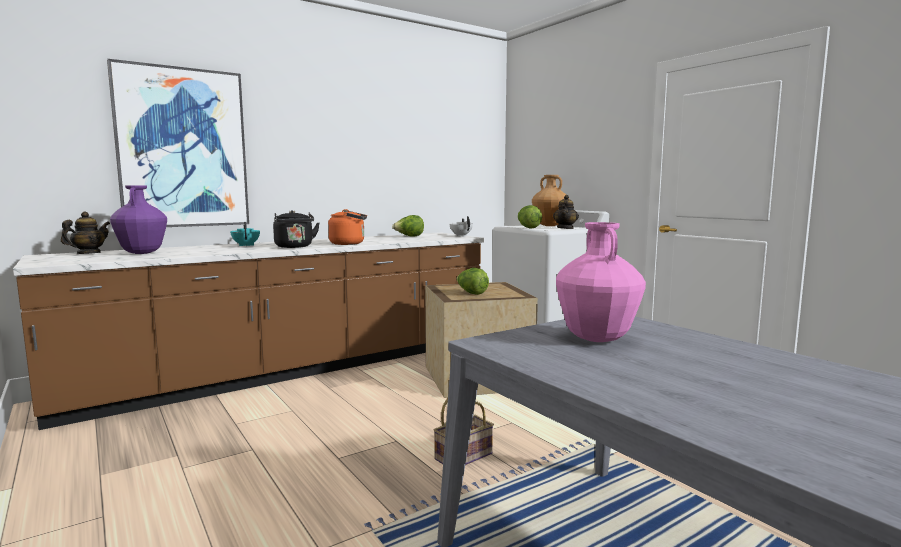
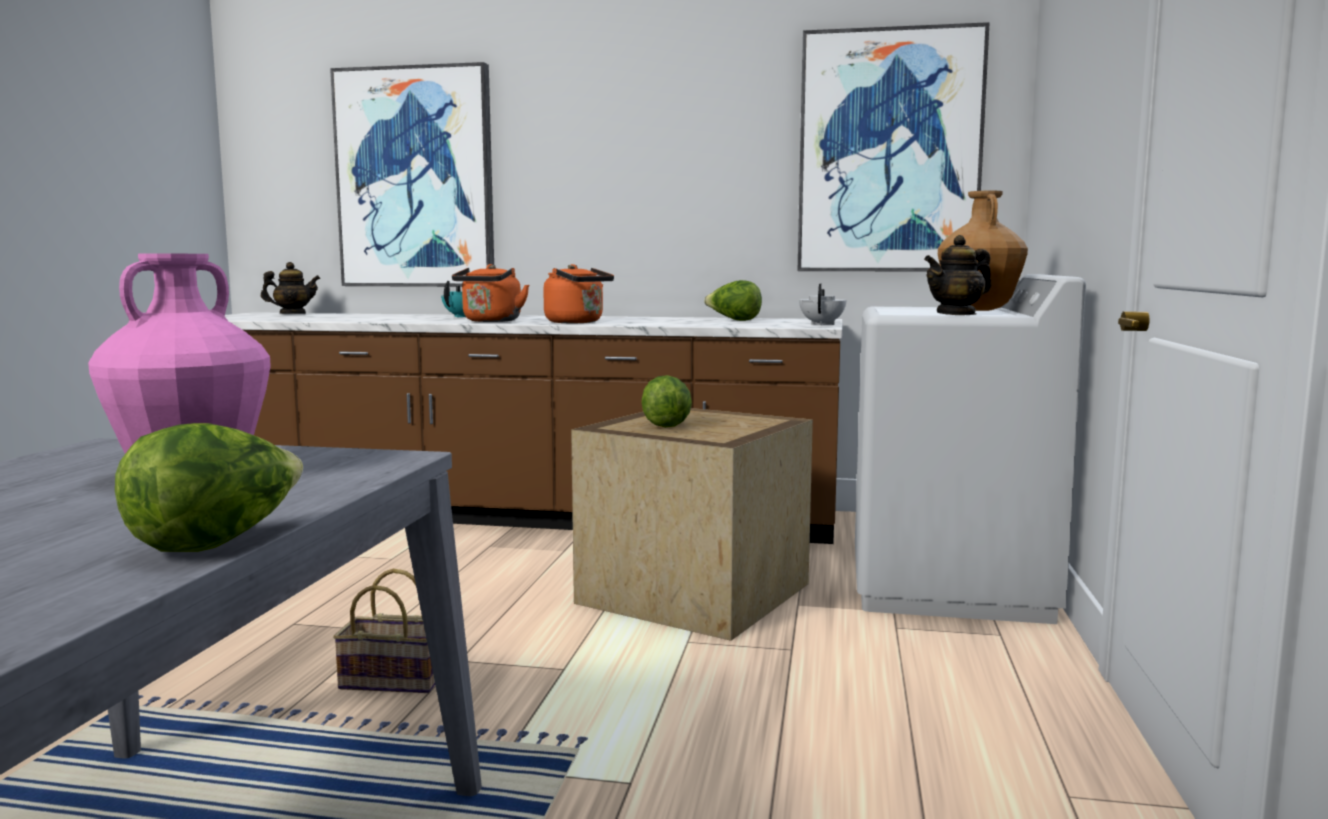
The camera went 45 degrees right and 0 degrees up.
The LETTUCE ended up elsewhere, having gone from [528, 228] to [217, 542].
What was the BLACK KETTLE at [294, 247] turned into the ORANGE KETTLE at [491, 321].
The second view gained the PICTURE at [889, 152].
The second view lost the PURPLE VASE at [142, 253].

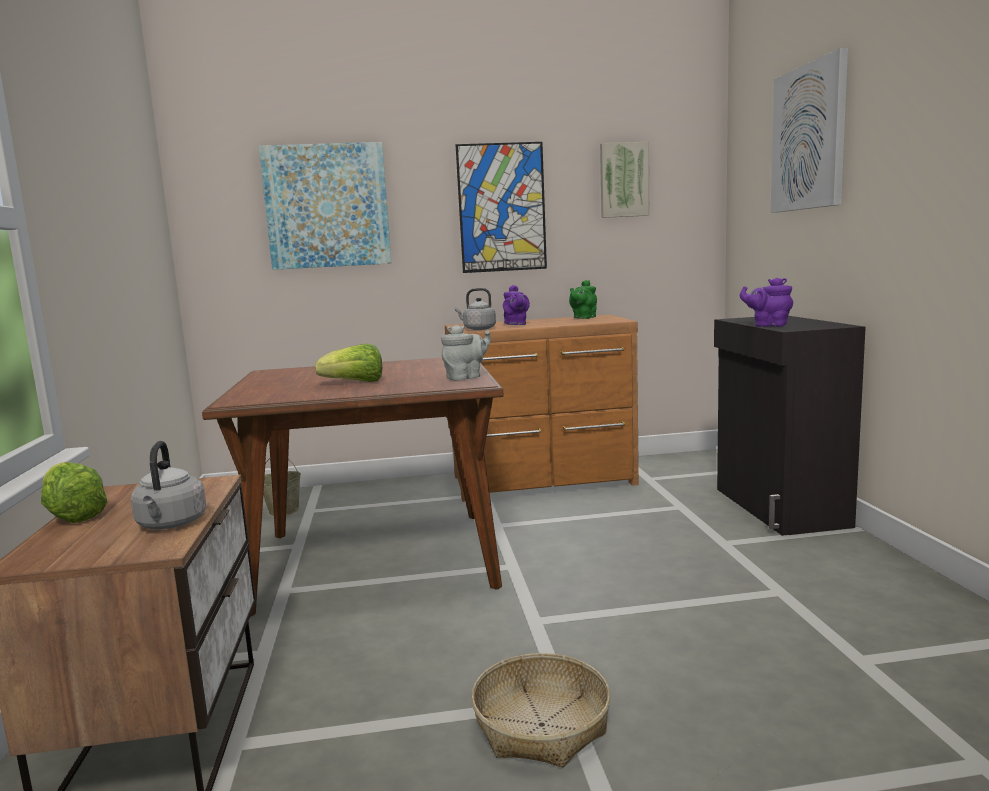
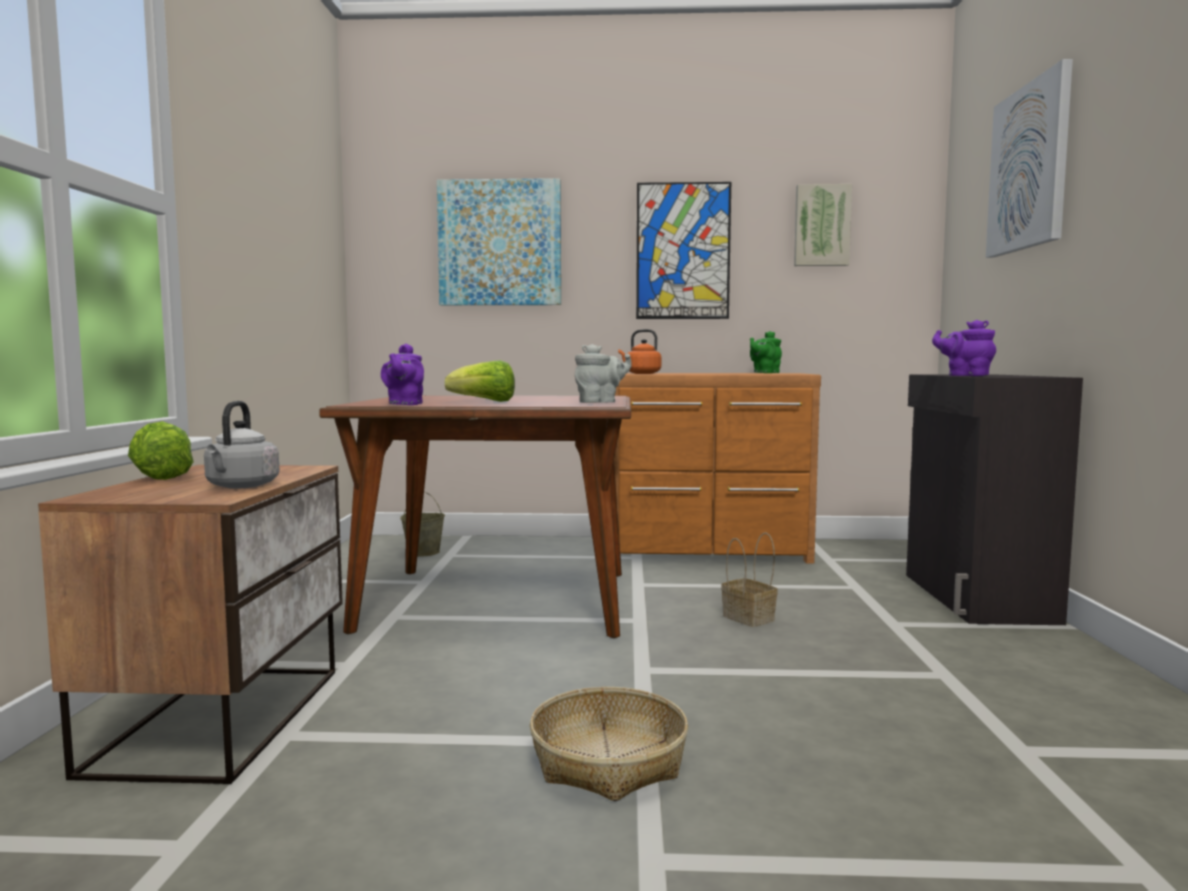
The camera went 10 degrees right and 5 degrees down.
The PURPLE TEAPOT ended up elsewhere, having gone from [515, 324] to [404, 404].
What was the GREY KETTLE at [477, 329] turned into the ORANGE KETTLE at [641, 373].
The second view gained the BASKET at [750, 618].

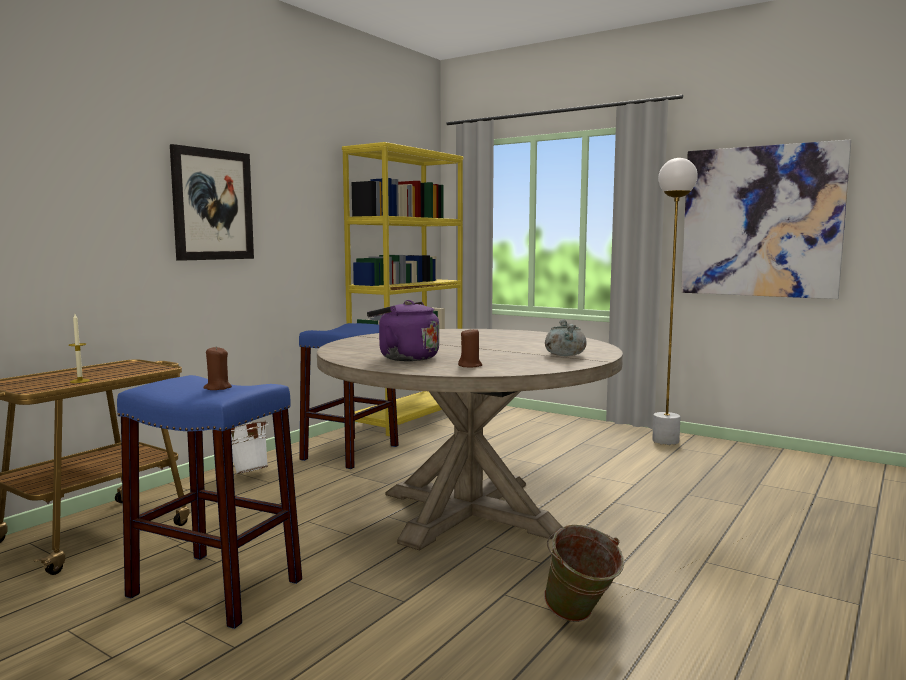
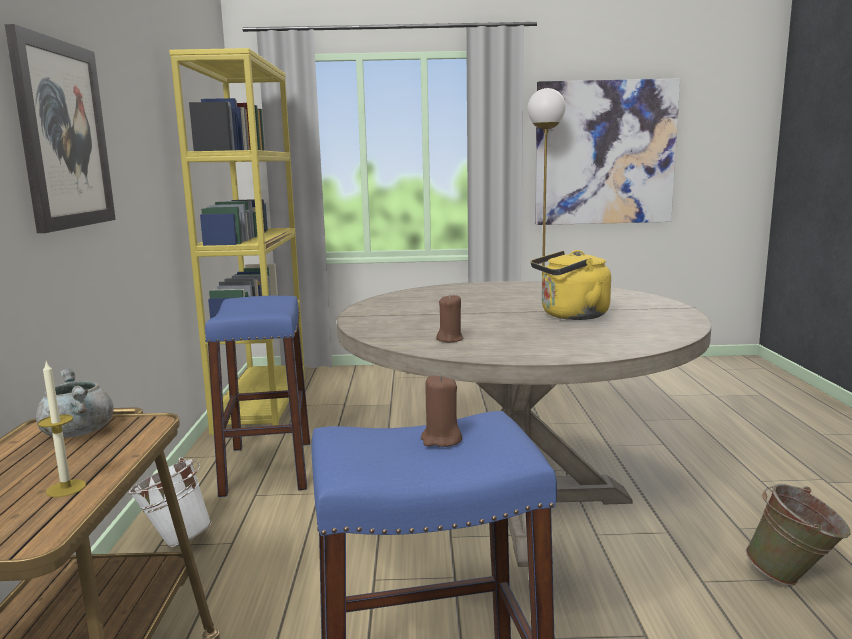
The camera went 35 degrees left and 5 degrees up.
The GREY COOKING POT ended up elsewhere, having gone from [564, 355] to [77, 432].
The BROWN CANDLE ended up elsewhere, having gone from [470, 366] to [450, 339].
The second view gained the YELLOW KETTLE at [570, 316].
The second view lost the PURPLE KETTLE at [404, 358].

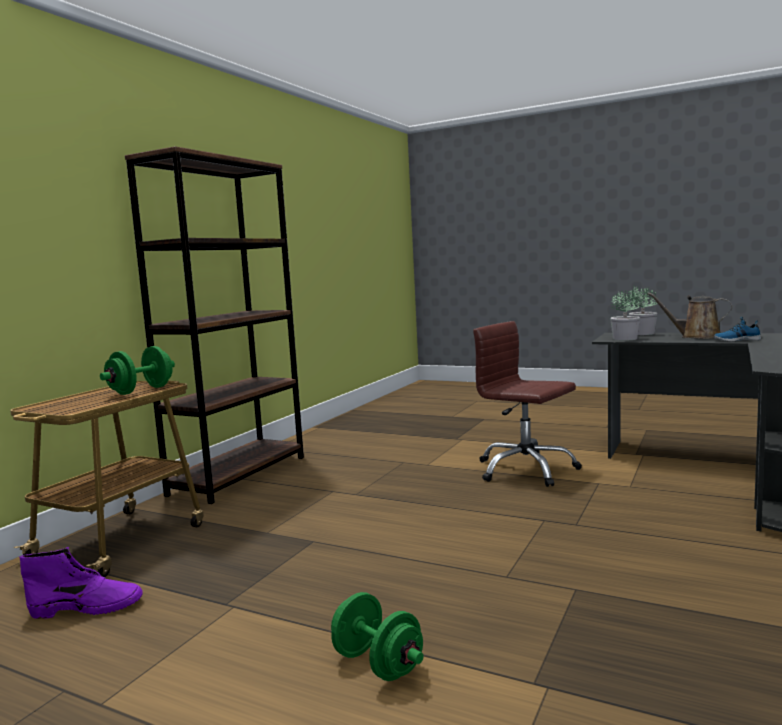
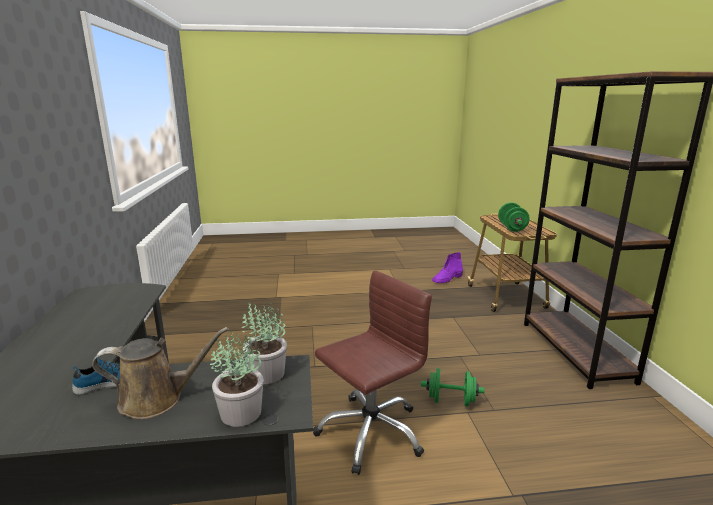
The camera went 145 degrees right and 10 degrees up.
The BROWN OFFICE CHAIR at [525, 470] ended up facing another way, 45 degrees counterclockwise from before.
The GREEN DUMBBELL ended up elsewhere, having gone from [377, 664] to [451, 400].

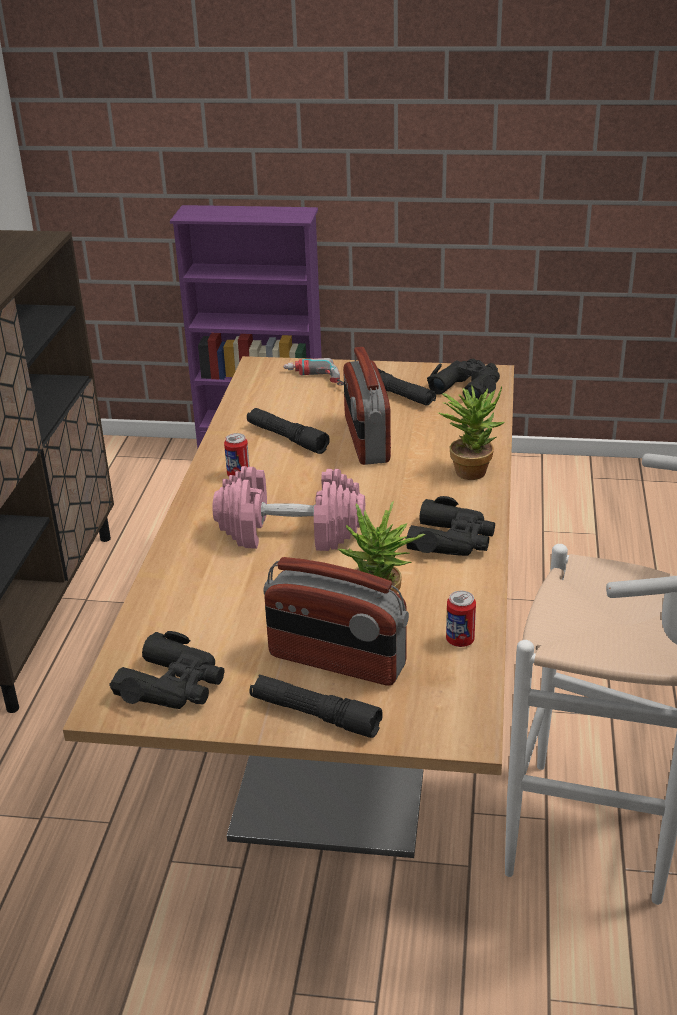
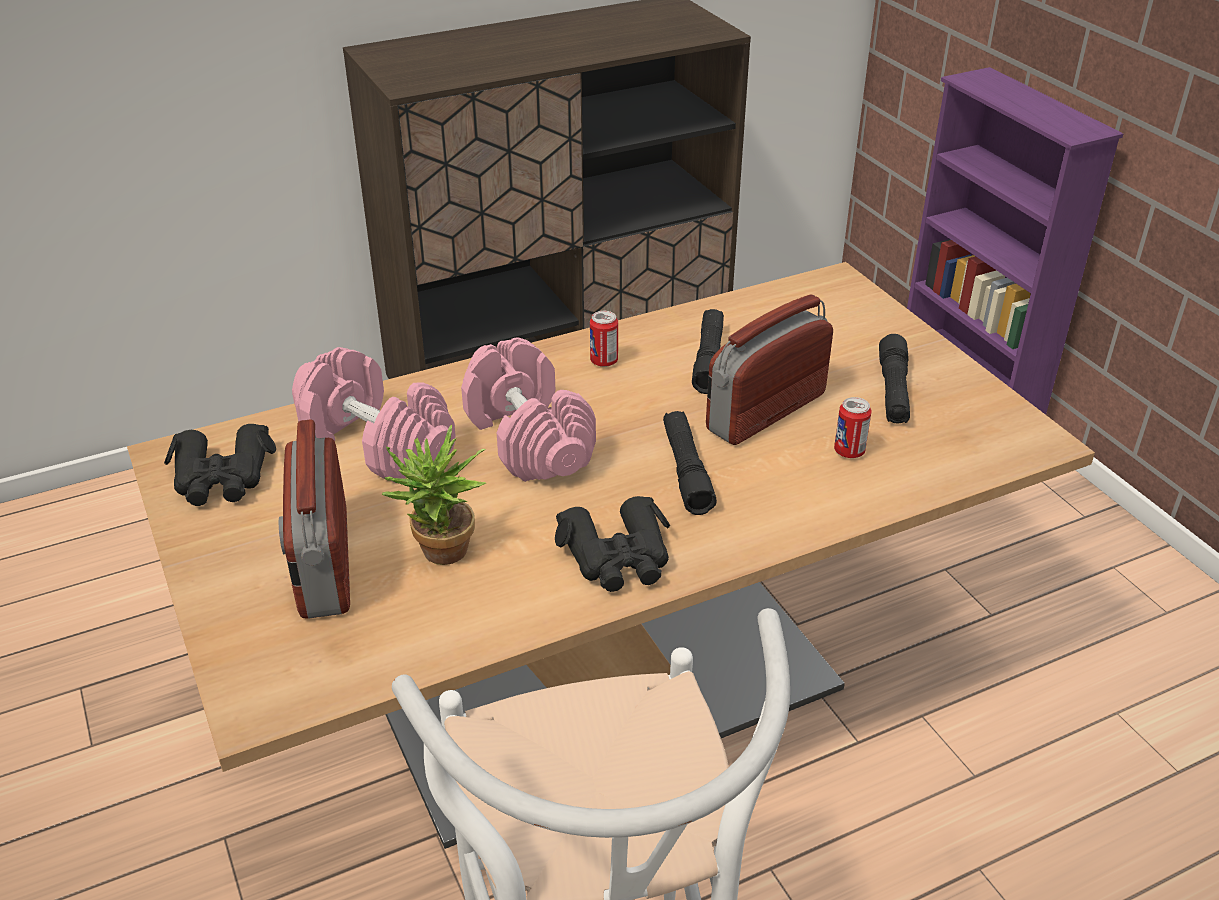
The camera went 55 degrees right and 5 degrees up.
The second view gained the PINK DUMBBELL at [378, 442].
The BLACK FLASHLIGHT ended up elsewhere, having gone from [315, 715] to [686, 471].
The CAN ended up elsewhere, having gone from [460, 640] to [849, 451].
The second view lost the POWER DRILL at [315, 381].
The second view lost the BLACK BINOCULARS at [467, 386].
The second view lost the POTTED PLANT at [470, 469].

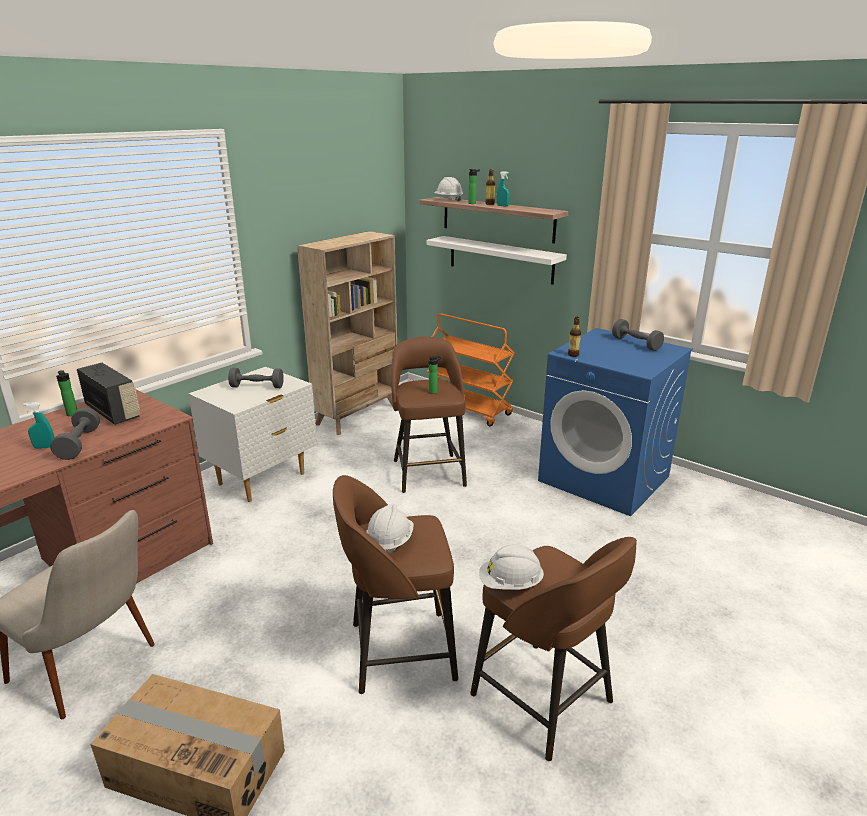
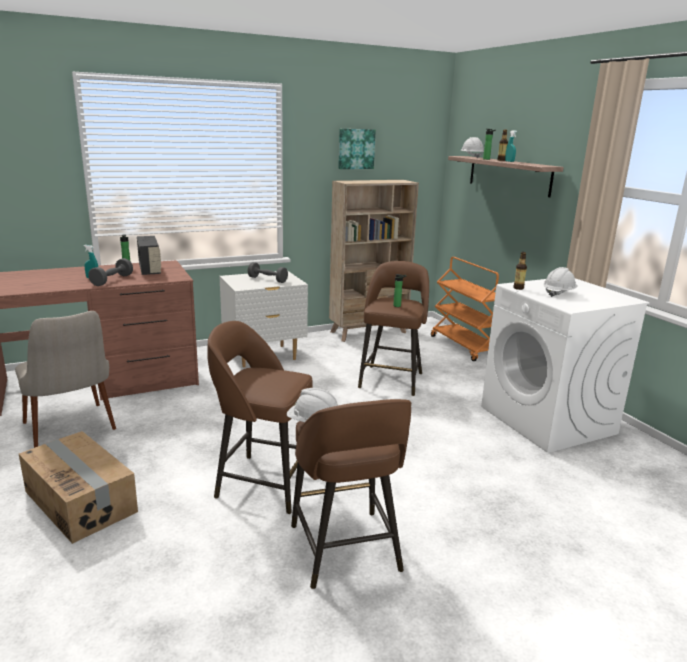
The camera went 25 degrees right and 5 degrees down.
The second view gained the PICTURE at [356, 149].
What was the BLUE WASHING MACHINE at [605, 478] turned into the WHITE WASHING MACHINE at [548, 420].
The WHITE HARD HAT ended up elsewhere, having gone from [389, 542] to [558, 293].
The second view lost the WHITE SHELF at [500, 259].
The second view lost the GREY DUMBBELL at [636, 343].

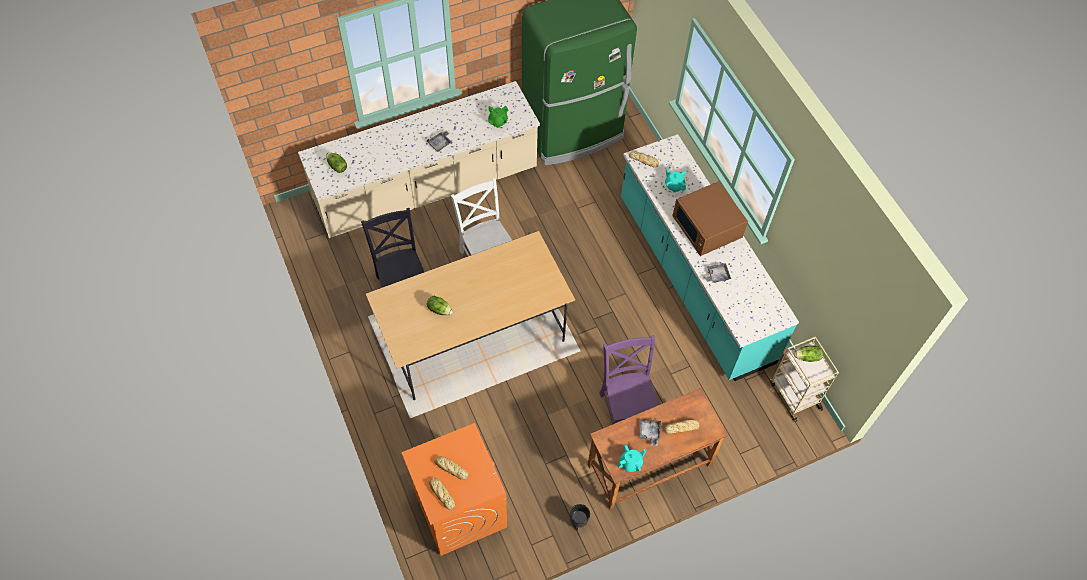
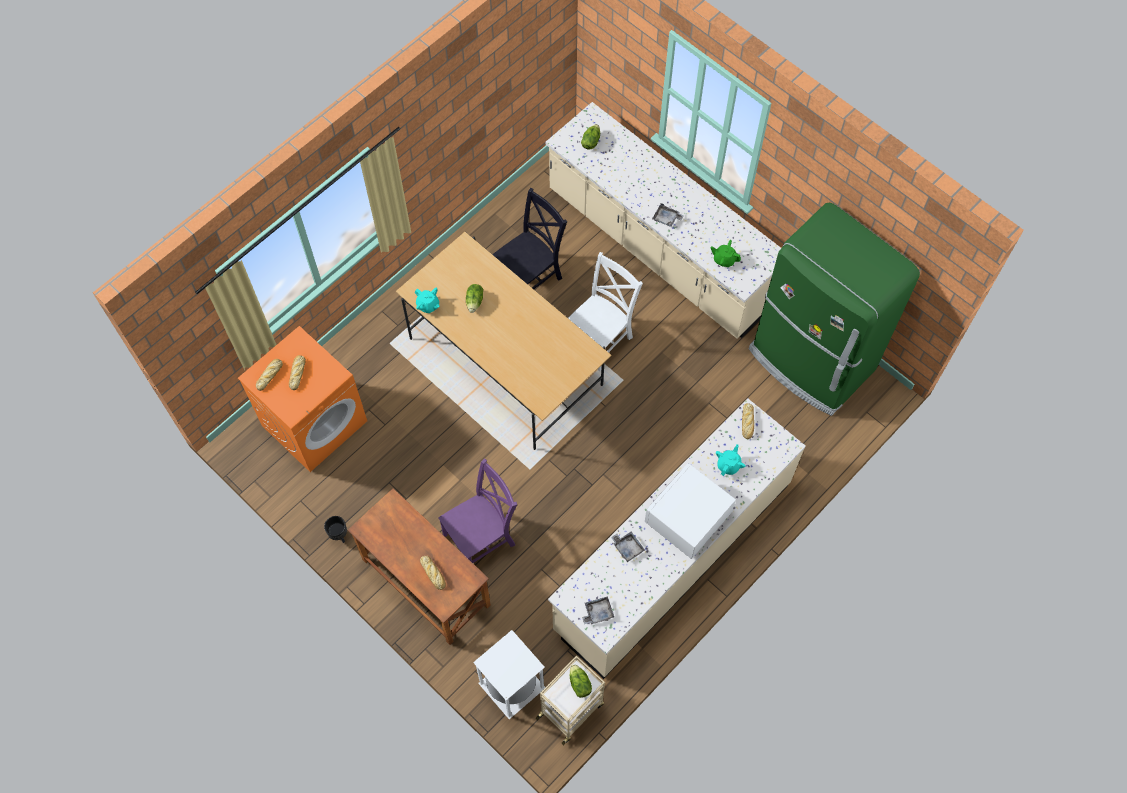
The camera went 70 degrees right and 5 degrees up.
The TURQUOISE TEAPOT ended up elsewhere, having gone from [631, 463] to [428, 305].
The second view gained the WHITE TRASH CAN at [511, 687].
What was the TURQUOISE COUNTER at [693, 280] turned into the BEIGE COUNTER at [672, 555].
The GREY TRAY ended up elsewhere, having gone from [649, 433] to [597, 612].
What was the BROWN MICROWAVE at [707, 228] turned into the WHITE MICROWAVE at [687, 518].

